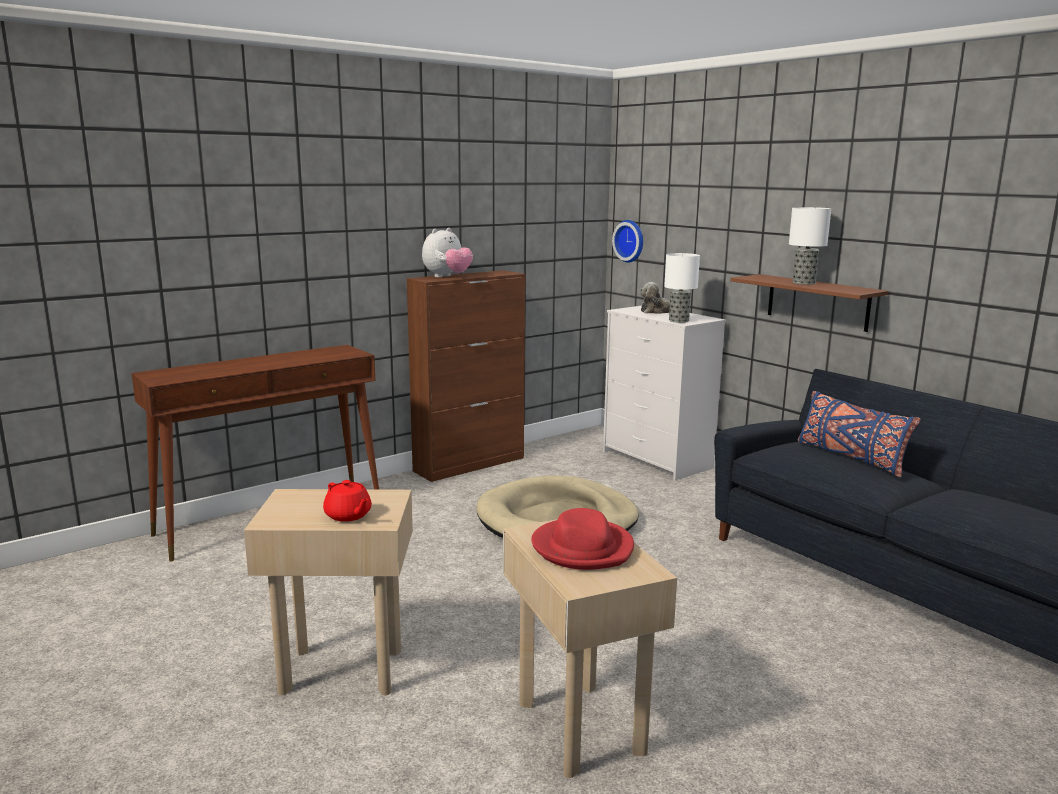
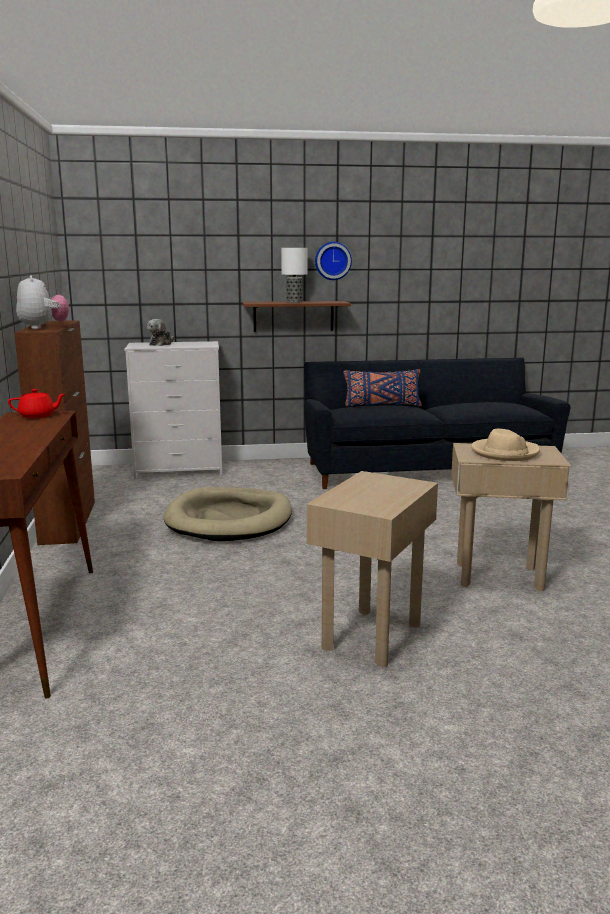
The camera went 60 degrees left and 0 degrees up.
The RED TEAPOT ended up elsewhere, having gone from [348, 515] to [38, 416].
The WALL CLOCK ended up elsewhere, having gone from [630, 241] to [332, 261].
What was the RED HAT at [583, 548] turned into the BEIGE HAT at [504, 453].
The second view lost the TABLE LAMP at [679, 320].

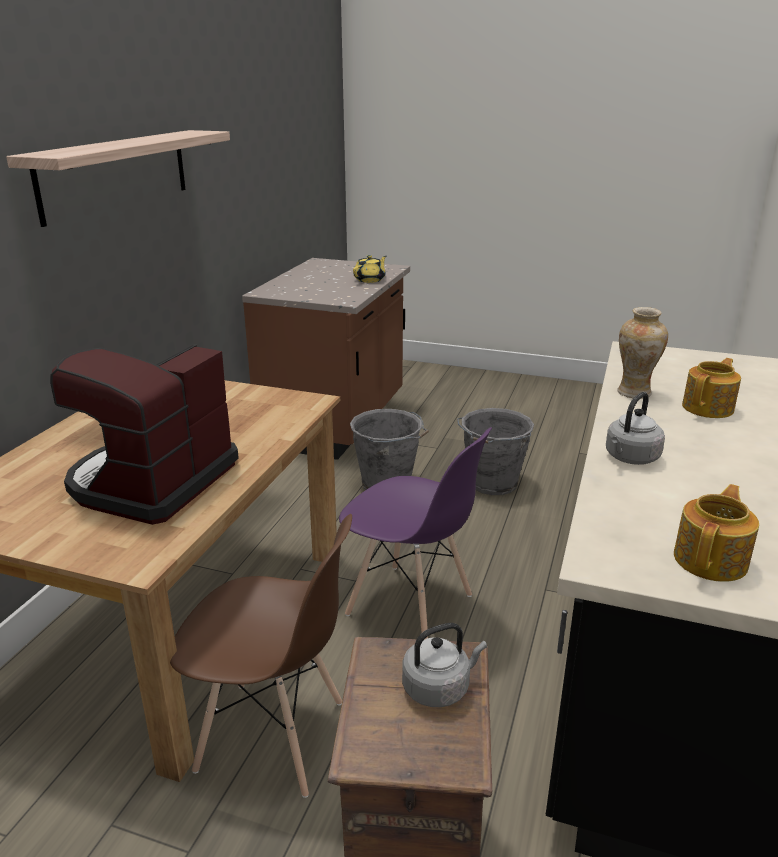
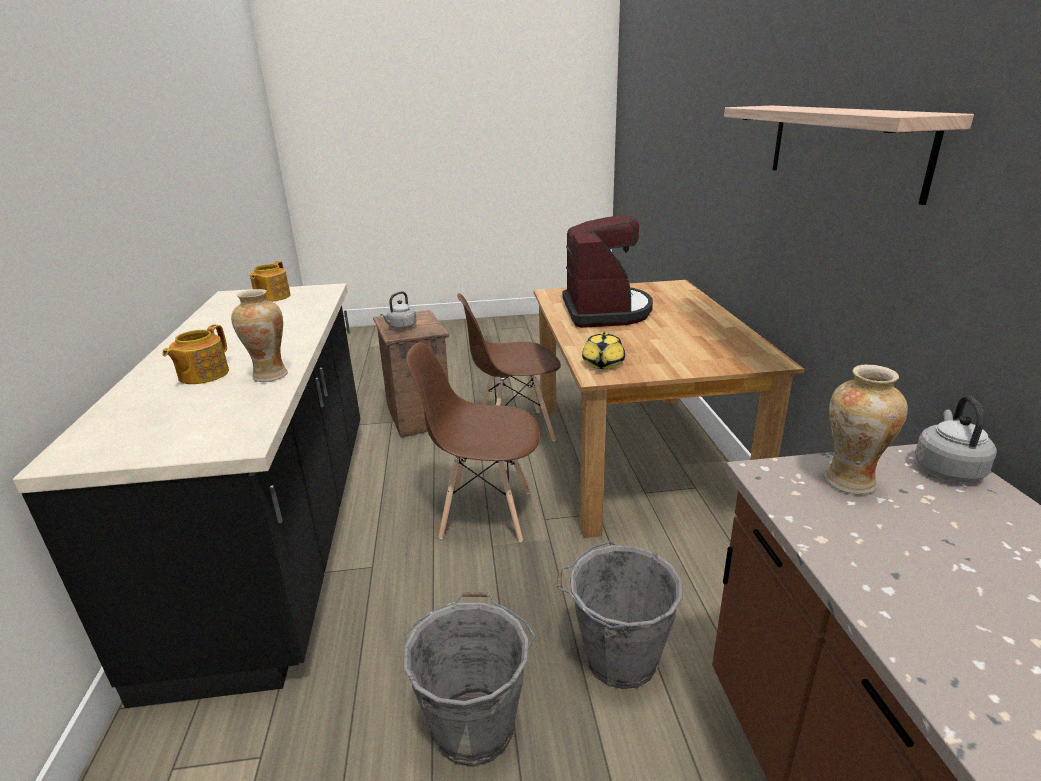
The camera went 155 degrees right and 0 degrees up.
What was the PURPLE CHAIR at [410, 606] turned into the BROWN CHAIR at [485, 514].
The YELLOW TEAPOT ended up elsewhere, having gone from [370, 280] to [603, 364].
The second view gained the VASE at [849, 482].
The GREY KETTLE ended up elsewhere, having gone from [630, 458] to [947, 468].

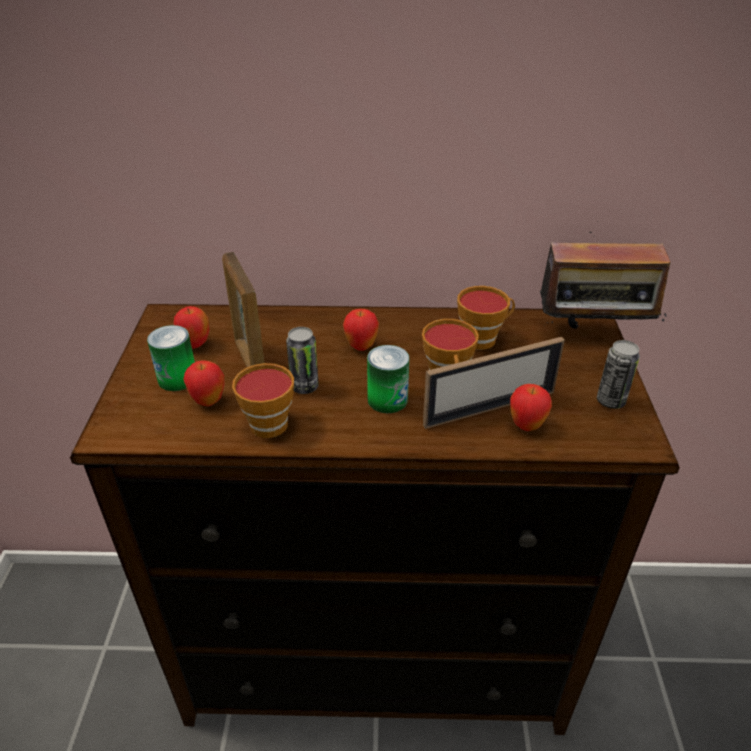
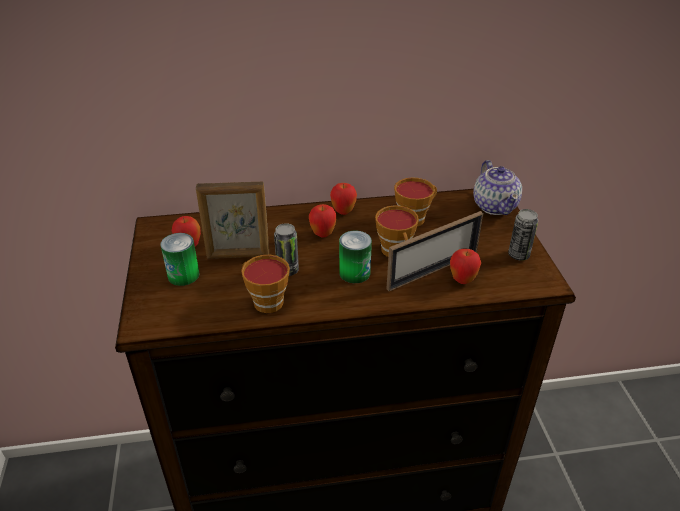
The camera went 10 degrees left and 0 degrees up.
The PICTURE FRAME at [250, 362] ended up facing another way, 60 degrees counterclockwise from before.
The APPLE ended up elsewhere, having gone from [208, 401] to [343, 211].
Where the RADIO stood at [593, 334], the TEAPOT came to stand at [495, 206].

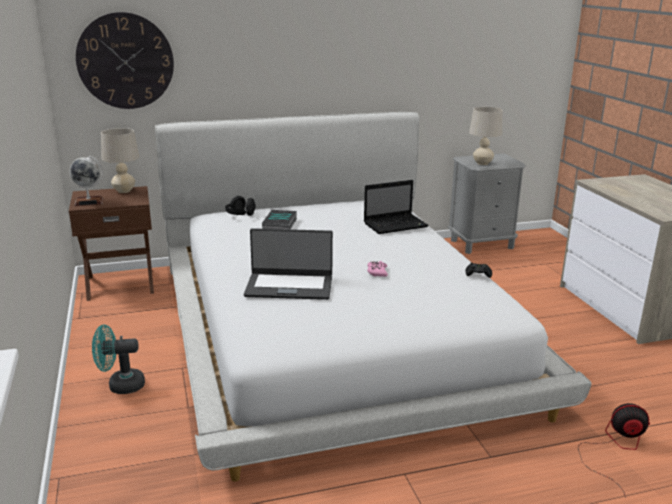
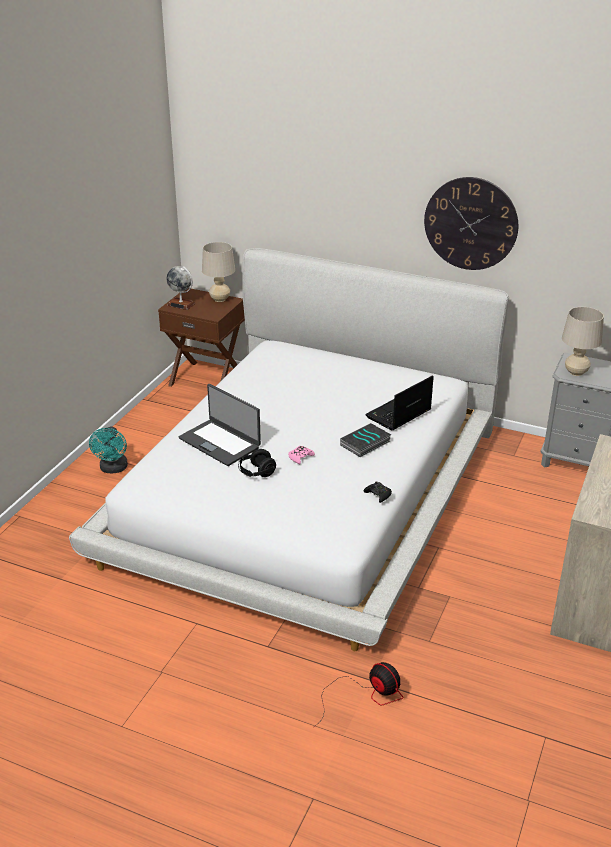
The camera went 40 degrees right and 10 degrees up.
The TURQUOISE FAN at [120, 385] ended up facing another way, 120 degrees counterclockwise from before.
The BLACK HEADPHONES ended up elsewhere, having gone from [240, 215] to [256, 473].
The BOOK ended up elsewhere, having gone from [280, 224] to [365, 444].
The LAPTOP at [396, 225] ended up facing another way, 120 degrees clockwise from before.
The WALL CLOCK ended up elsewhere, having gone from [125, 61] to [470, 223].

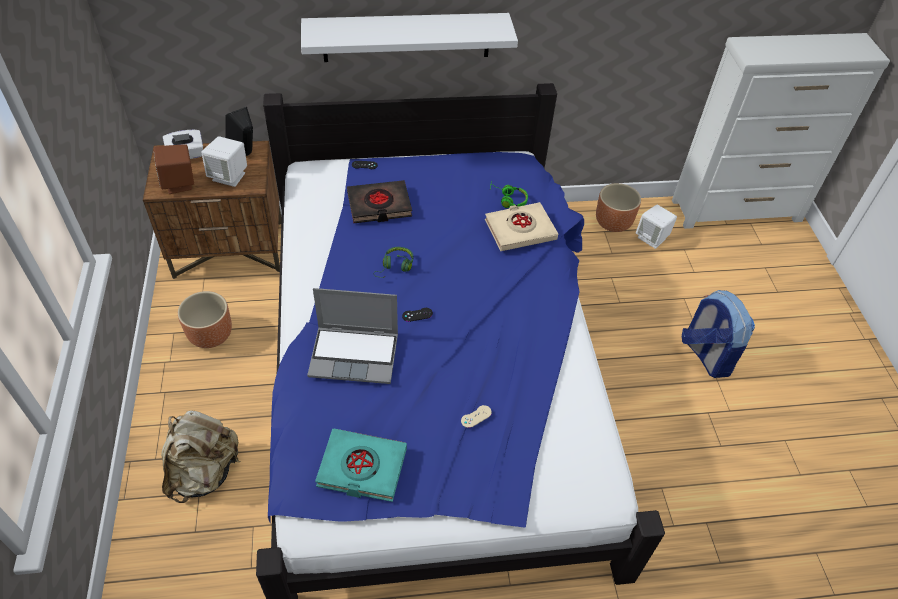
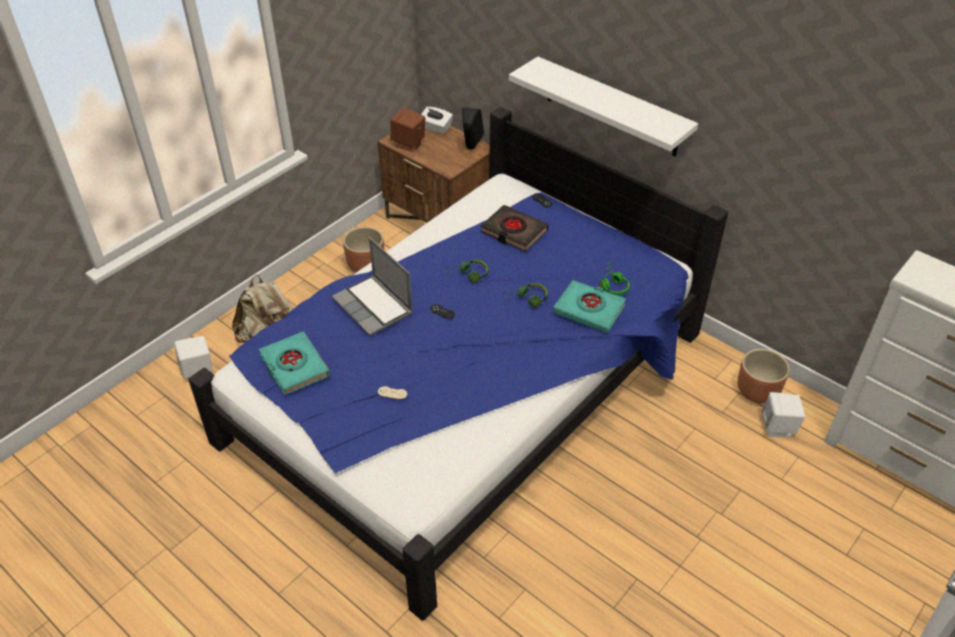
The camera went 50 degrees right and 5 degrees down.
The WHITE SPEAKER ended up elsewhere, having gone from [229, 176] to [198, 370].
The second view gained the GREEN HEADPHONES at [528, 299].
What was the BEIGE BOOK at [520, 230] turned into the TURQUOISE BOOK at [589, 310].
The second view lost the BACKPACK at [705, 355].

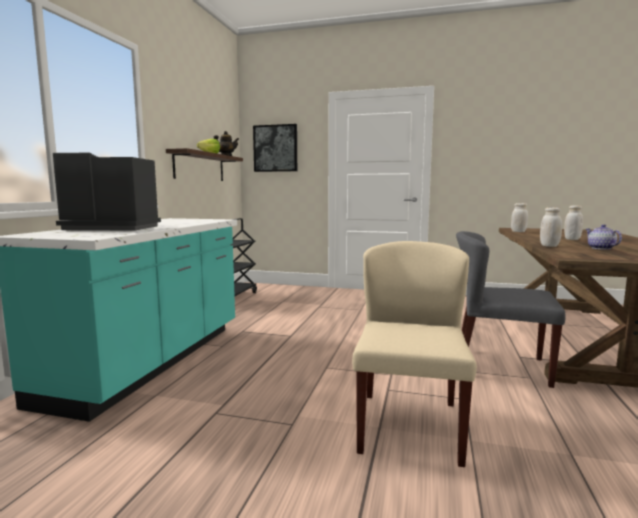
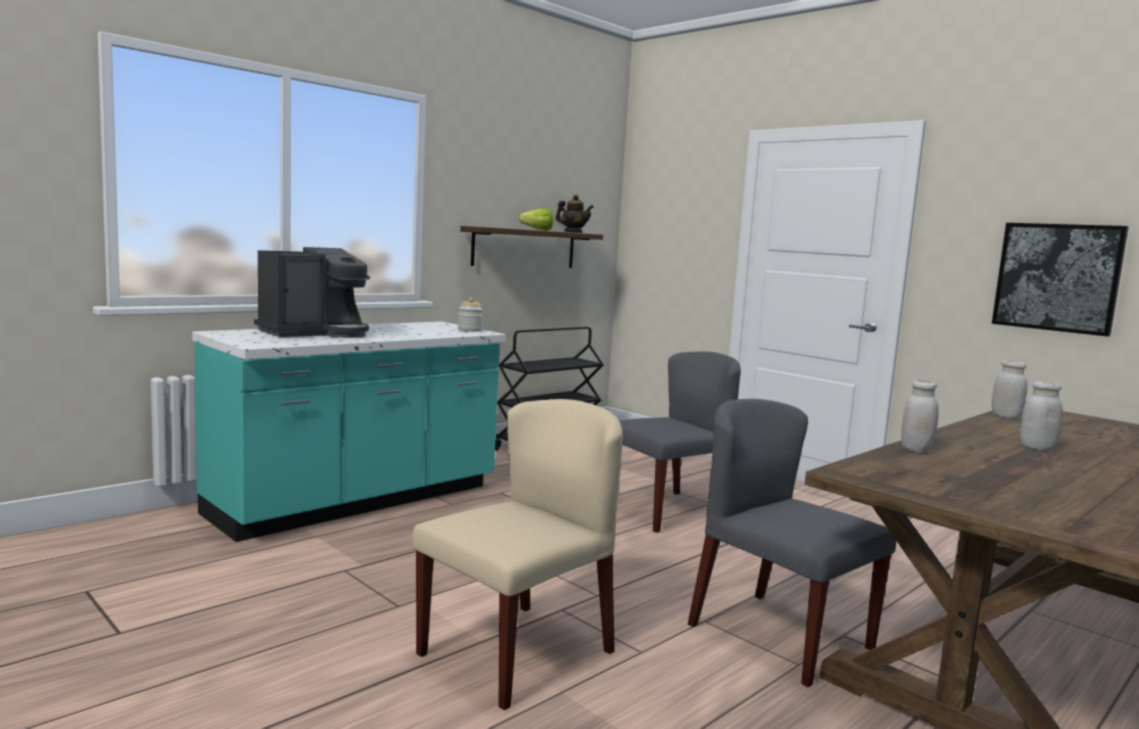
The camera went 30 degrees right and 0 degrees up.
The COFFEE MACHINE at [111, 228] ended up facing another way, 105 degrees clockwise from before.
The second view gained the JAR at [469, 330].
The second view gained the GREY CHAIR at [668, 511].
The PICTURE ended up elsewhere, having gone from [275, 148] to [1057, 277].
The second view lost the TEAPOT at [600, 248].

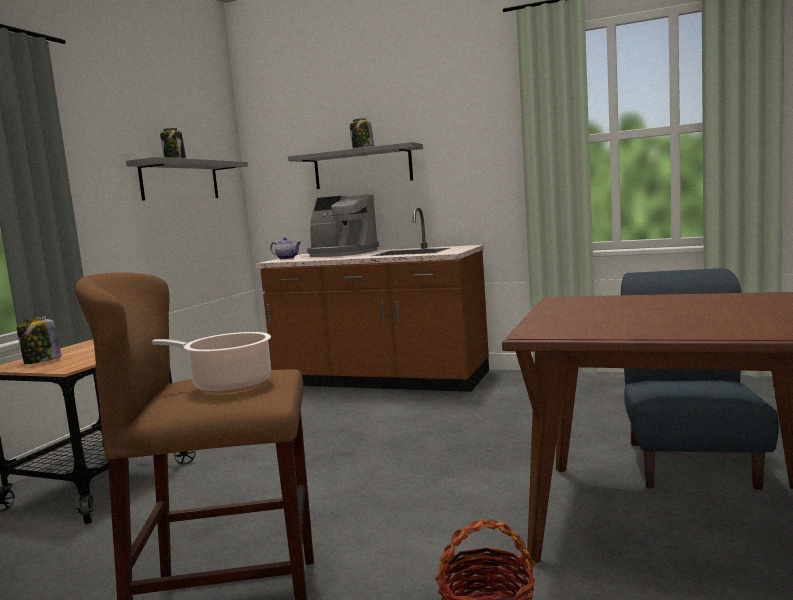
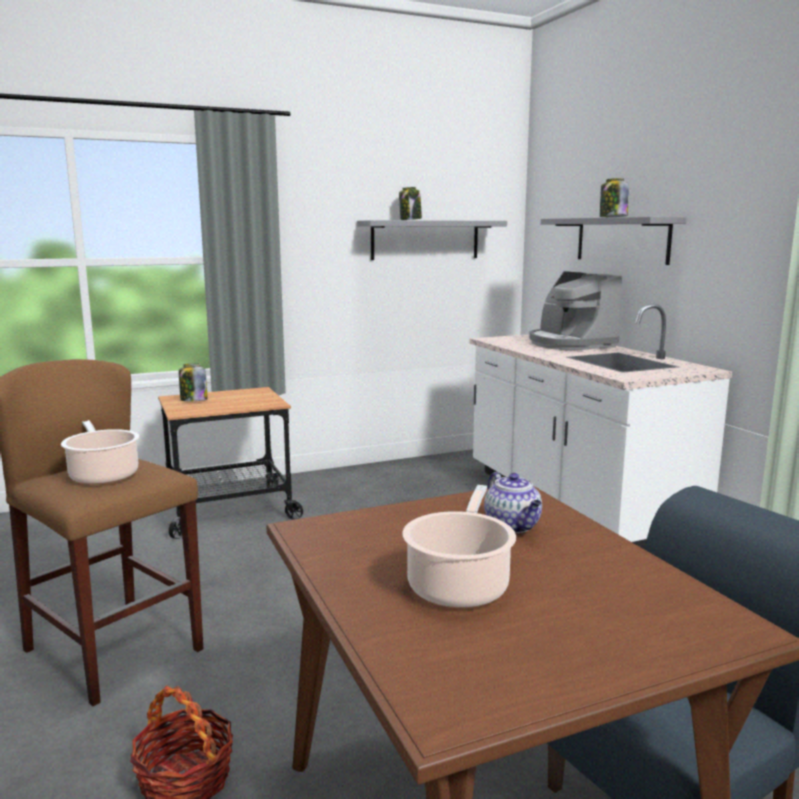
The camera went 45 degrees right and 5 degrees up.
The second view gained the COOKING POT at [459, 584].
What was the BROWN COUNTER at [381, 380] turned into the WHITE COUNTER at [574, 504].
The TEAPOT ended up elsewhere, having gone from [287, 258] to [513, 526].

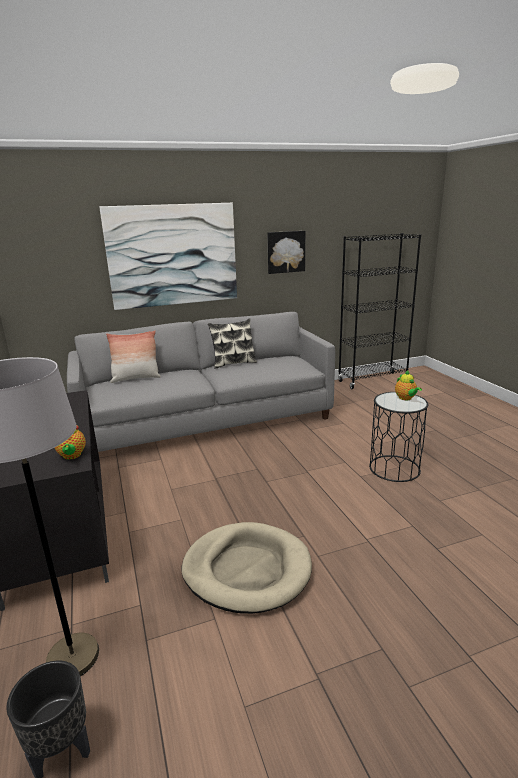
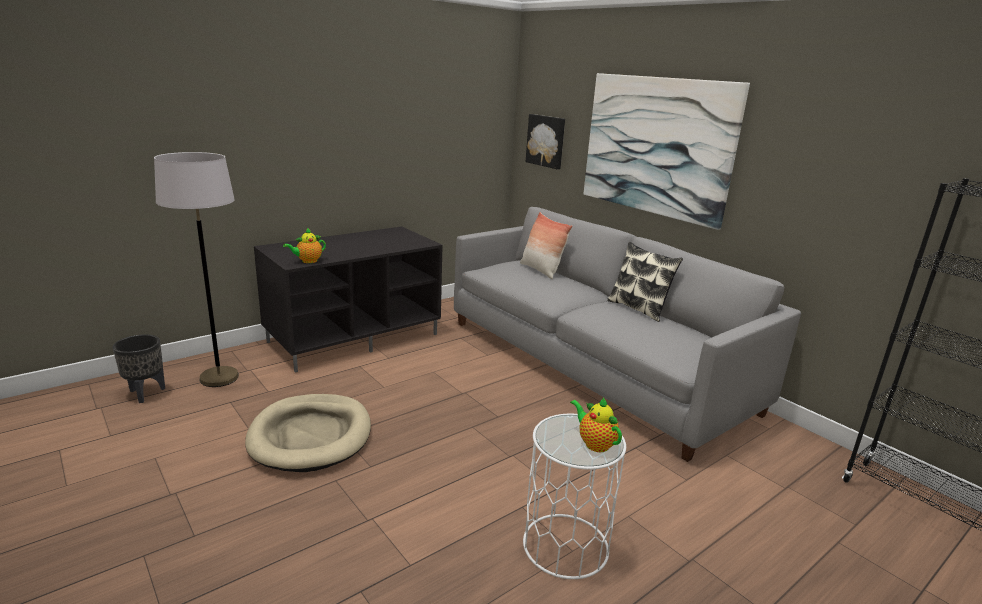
The camera went 70 degrees right and 0 degrees up.
What was the BLACK SIDE TABLE at [394, 468] turned into the WHITE SIDE TABLE at [565, 545].
The PICTURE ended up elsewhere, having gone from [285, 252] to [546, 141].
The TEAPOT at [406, 398] ended up facing another way, 90 degrees clockwise from before.

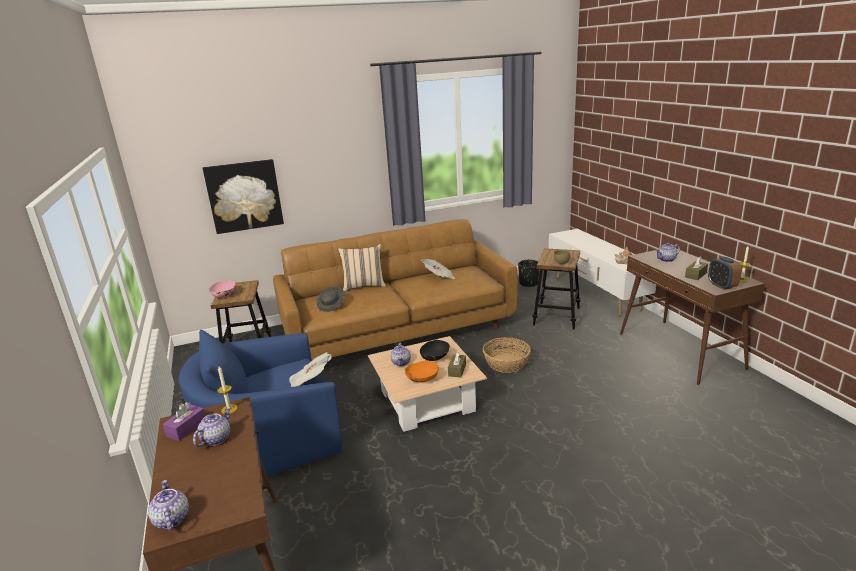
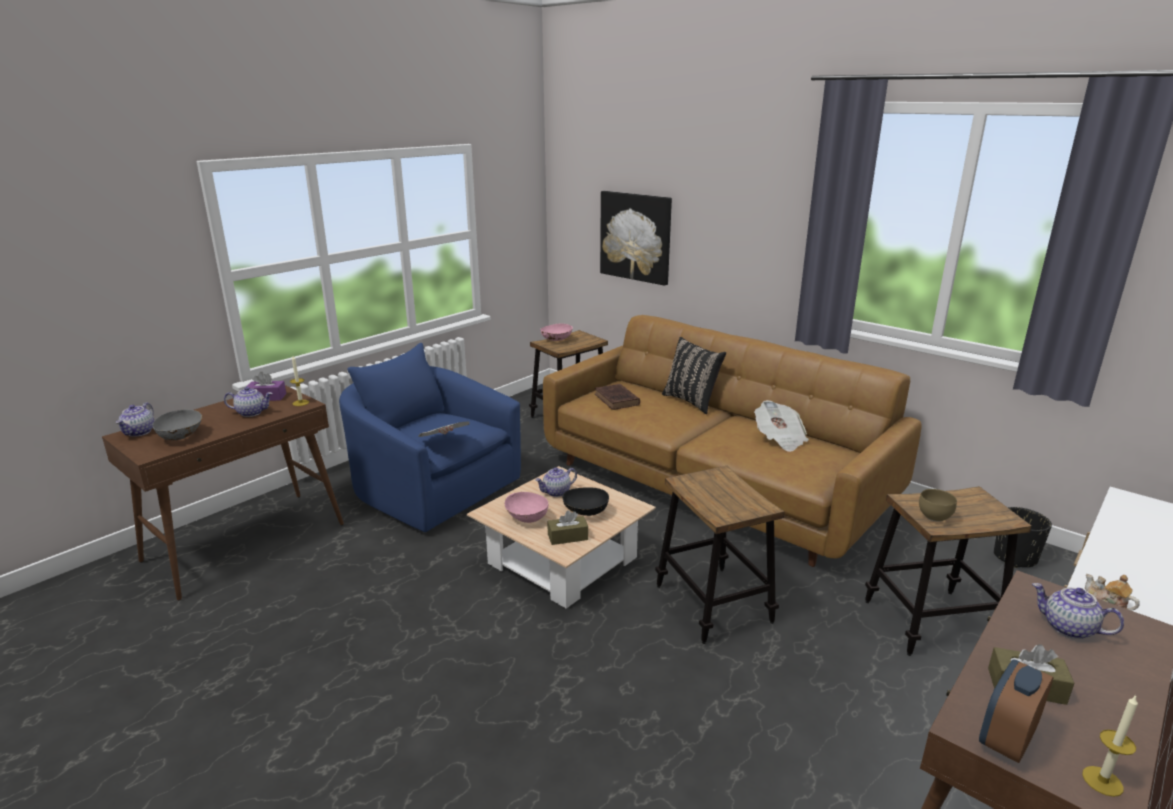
The camera went 60 degrees right and 0 degrees up.
The TEAPOT at [171, 519] ended up facing another way, 150 degrees clockwise from before.
The second view gained the GREY BOWL at [181, 437].
What was the ORANGE BOWL at [422, 380] turned into the PINK BOWL at [526, 518].
Where the GREY HAT stood at [332, 305], the BROWN BOOK came to stand at [617, 400].
Where the BASKET stood at [506, 363], the STOOL came to stand at [713, 604].
What was the BEIGE PILLOW at [364, 286] turned into the BLACK PILLOW at [692, 401].

